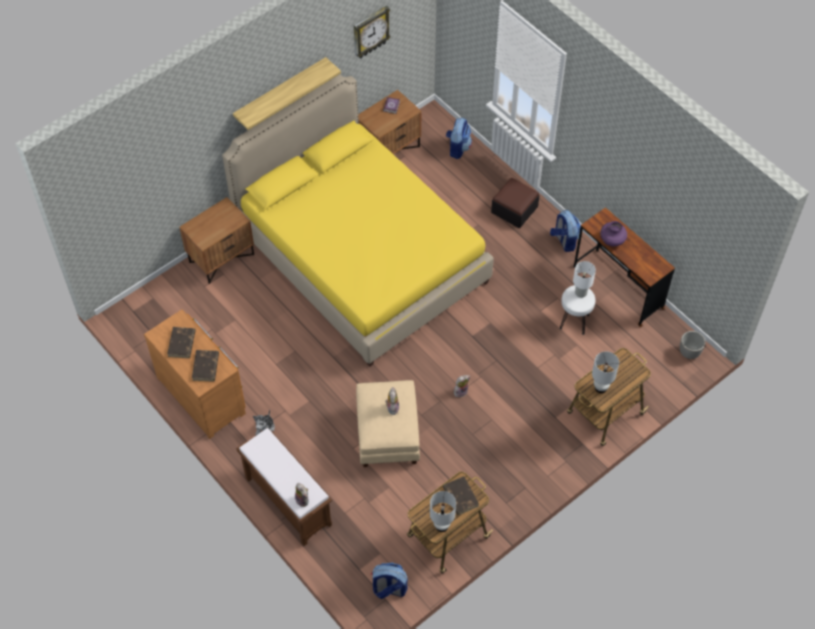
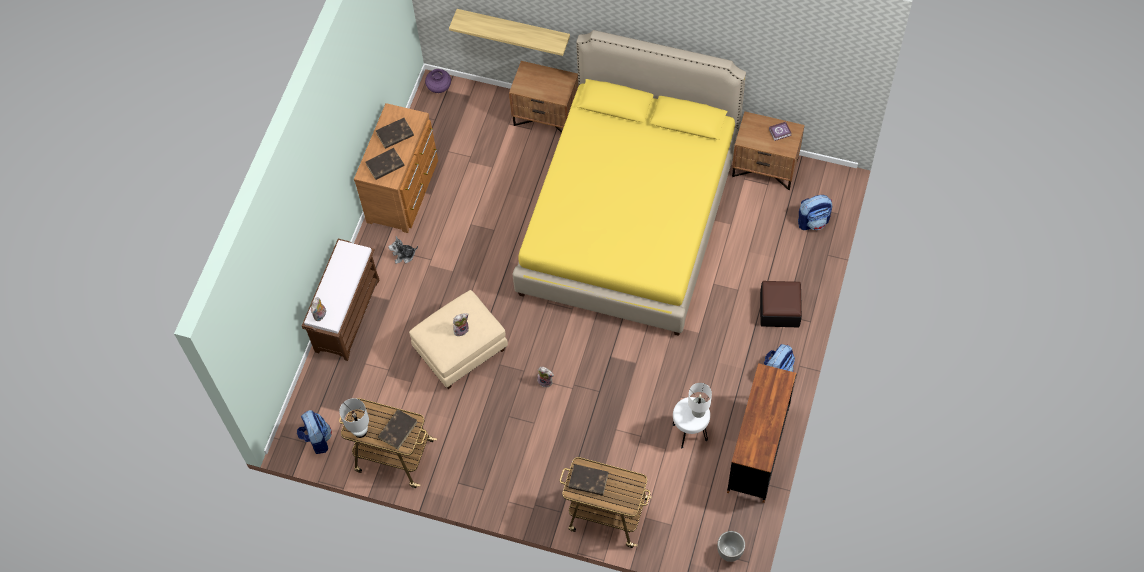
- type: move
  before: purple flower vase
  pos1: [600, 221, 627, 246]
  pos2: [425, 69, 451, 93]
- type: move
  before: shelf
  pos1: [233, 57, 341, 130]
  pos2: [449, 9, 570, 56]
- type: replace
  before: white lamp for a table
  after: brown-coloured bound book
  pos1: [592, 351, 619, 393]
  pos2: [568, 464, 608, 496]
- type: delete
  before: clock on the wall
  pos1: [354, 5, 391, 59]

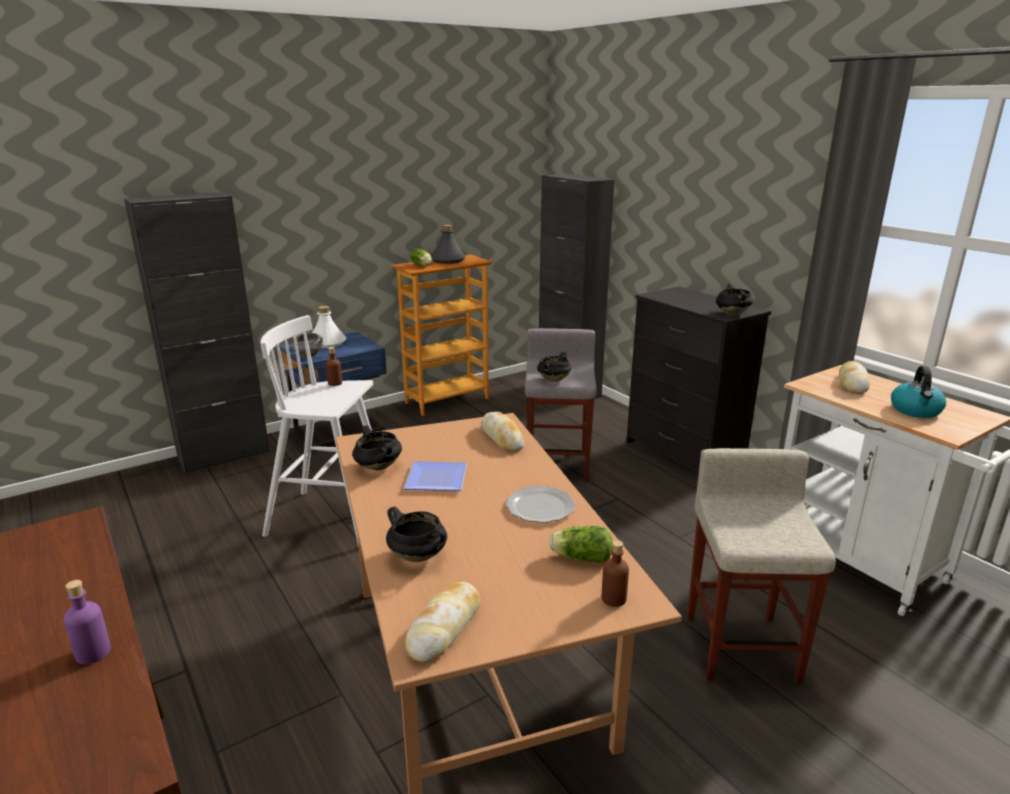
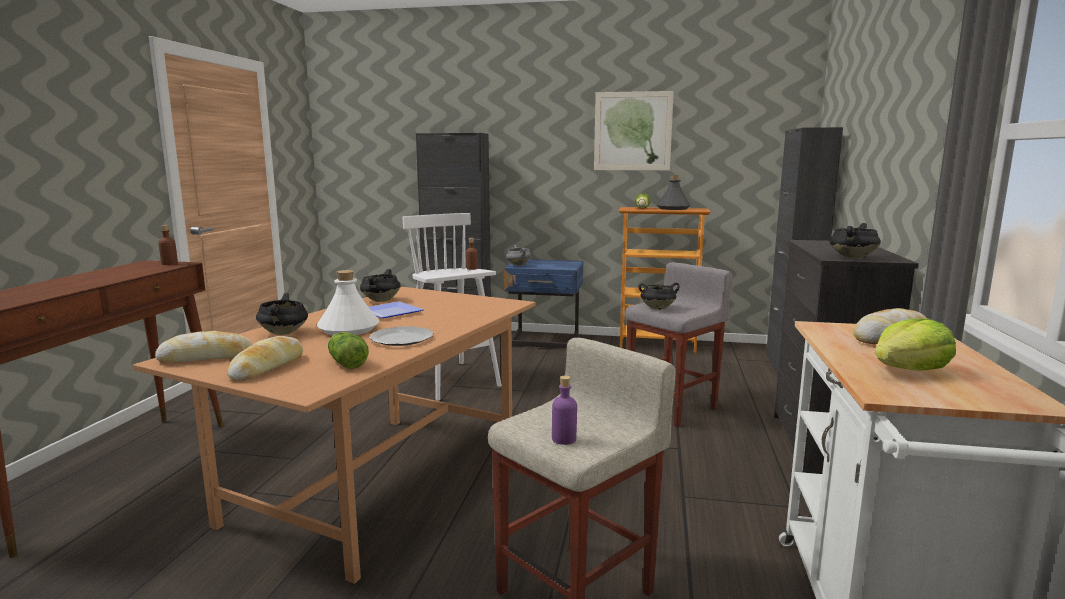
- type: move
  before: brown-coloured beverage bottle
  pos1: [602, 540, 629, 607]
  pos2: [158, 225, 178, 265]
- type: move
  before: bread
  pos1: [481, 412, 525, 451]
  pos2: [227, 336, 303, 381]
- type: move
  before: white beverage bottle
  pos1: [312, 306, 346, 348]
  pos2: [317, 270, 379, 335]
- type: move
  before: purple beverage bottle
  pos1: [64, 580, 111, 664]
  pos2: [552, 376, 577, 445]
- type: insert
  after: wall art
  pos2: [594, 91, 674, 170]
- type: replace
  before: tea kettle
  after: lettuce
  pos1: [891, 366, 946, 418]
  pos2: [875, 318, 956, 371]

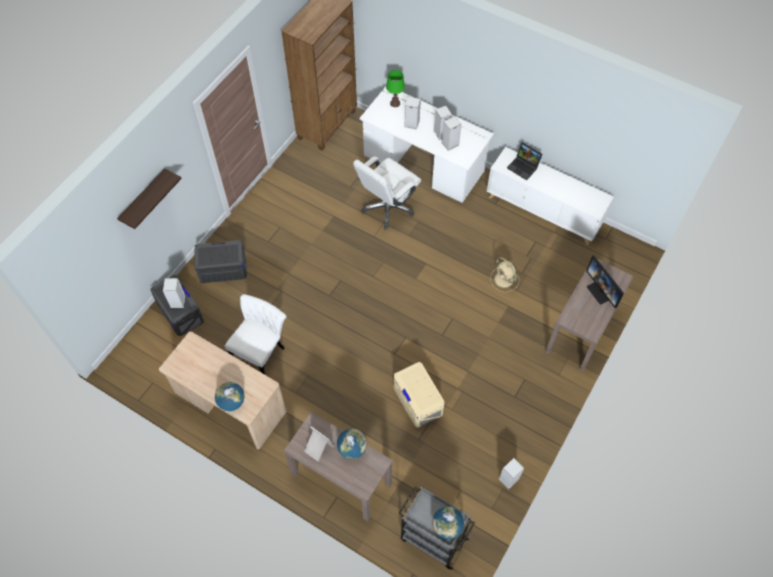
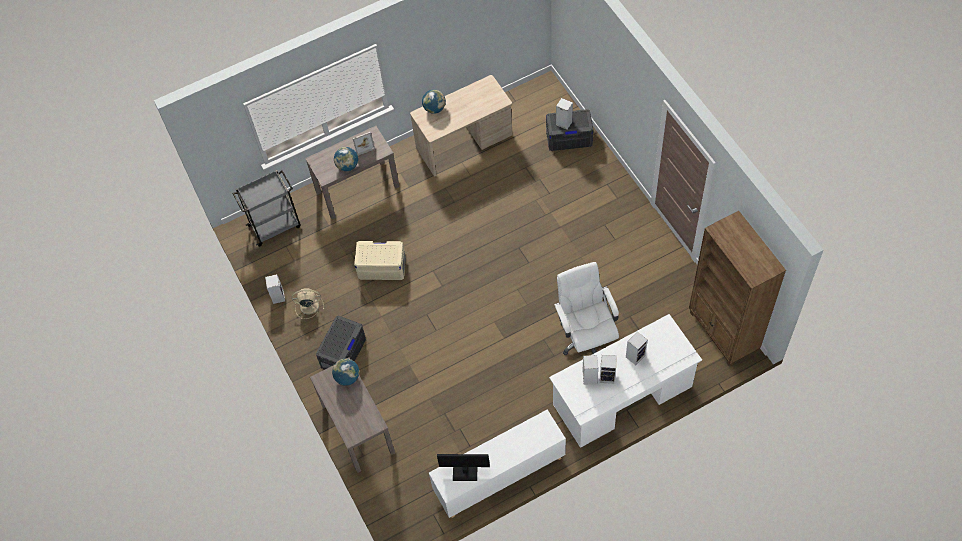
- type: move
  before: beige-coloured cooling fan
  pos1: [490, 257, 519, 293]
  pos2: [292, 288, 324, 319]
- type: move
  before: grey storage bin
  pos1: [195, 240, 247, 283]
  pos2: [316, 316, 366, 370]
- type: move
  before: desk globe
  pos1: [432, 506, 464, 539]
  pos2: [332, 359, 359, 386]
- type: move
  before: monitor
  pos1: [586, 255, 624, 308]
  pos2: [437, 454, 490, 481]
- type: delete
  before: shelf
  pos1: [117, 168, 182, 229]
- type: delete
  before: white upright chair
  pos1: [225, 294, 287, 374]
- type: delete
  before: greenish lamp for a table
  pos1: [386, 70, 405, 107]
- type: delete
  before: portable computer
  pos1: [507, 142, 542, 180]

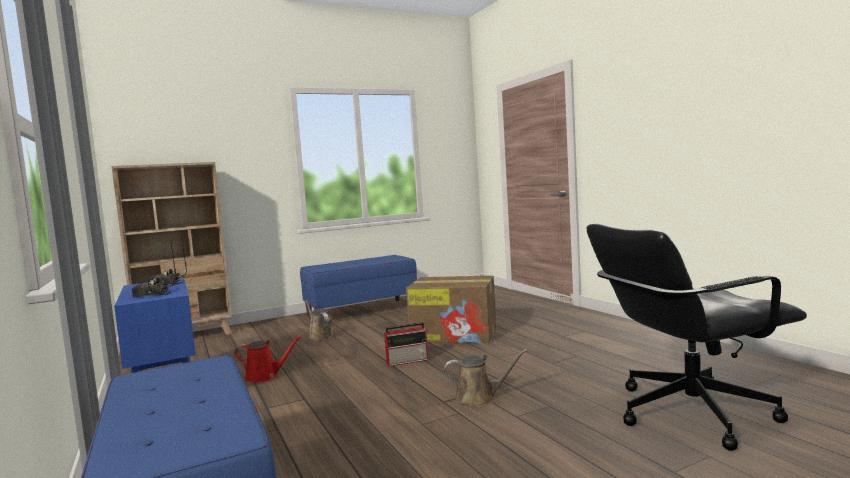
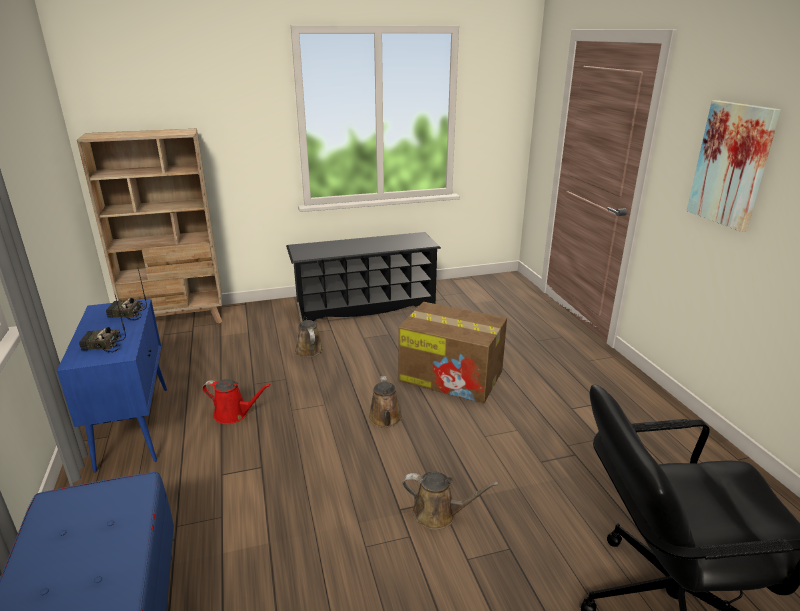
- type: replace
  before: bluish long seat
  after: black-coloured shoe shelf
  pos1: [300, 255, 417, 317]
  pos2: [286, 232, 441, 321]
- type: replace
  before: radio
  after: brown-coloured sprinkling can
  pos1: [384, 322, 428, 367]
  pos2: [369, 376, 402, 428]
- type: insert
  after: wall art
  pos2: [687, 100, 781, 232]

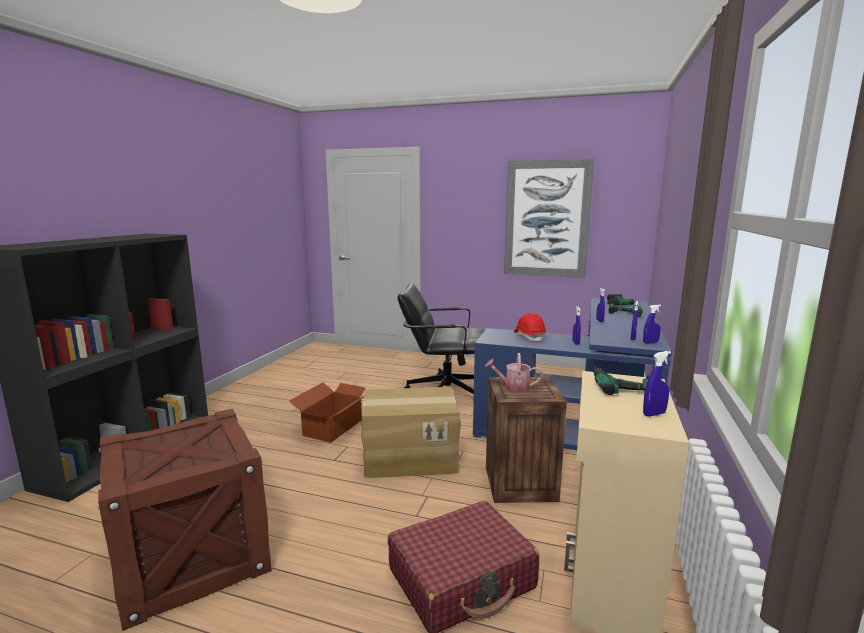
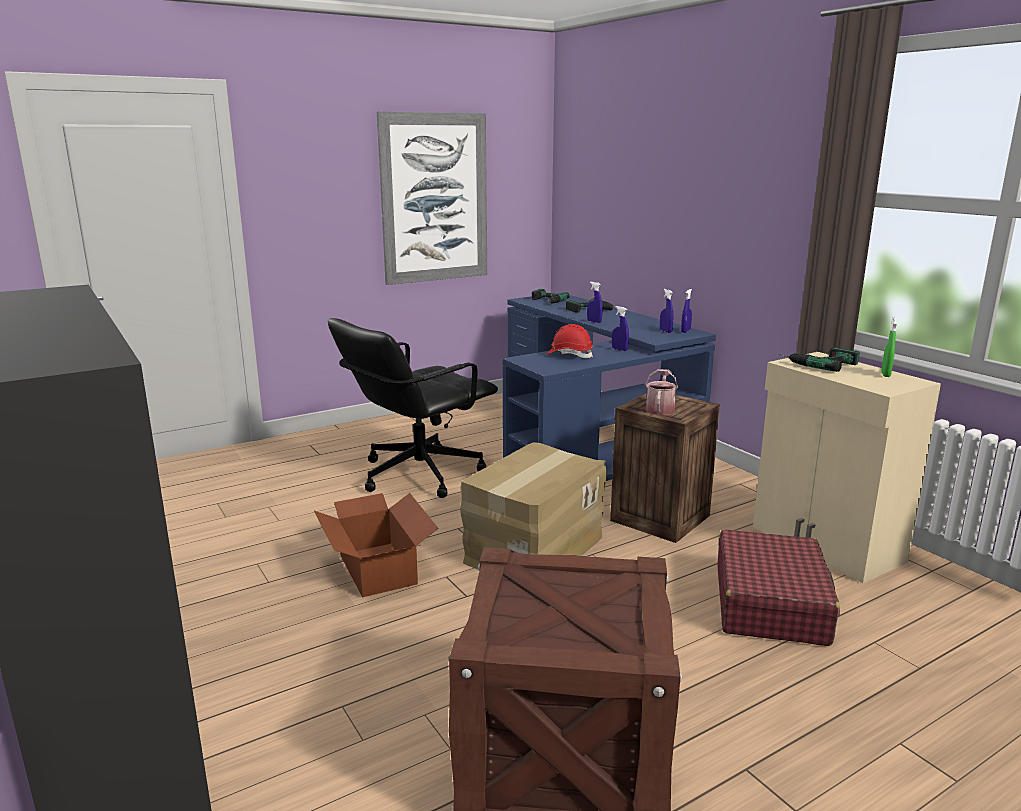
- type: rotate
  before: sprinkling can
  pos1: [485, 353, 543, 393]
  pos2: [645, 369, 678, 415]
  turn: 150
- type: recolor
  before: bluish sprayer
  after: greenish sprayer
  pos1: [643, 351, 671, 417]
  pos2: [881, 317, 897, 377]

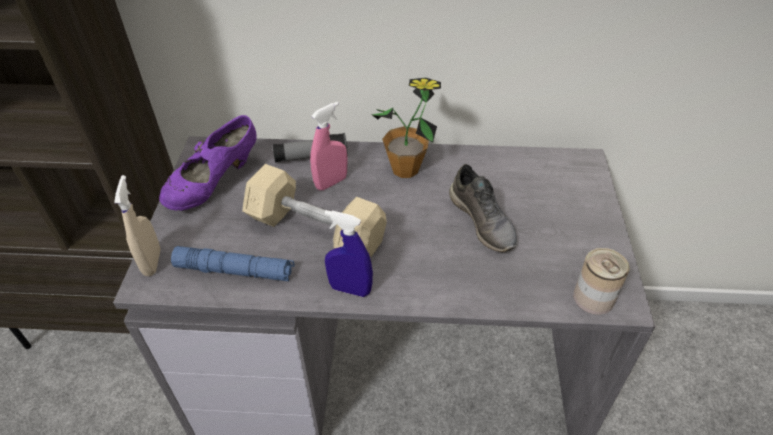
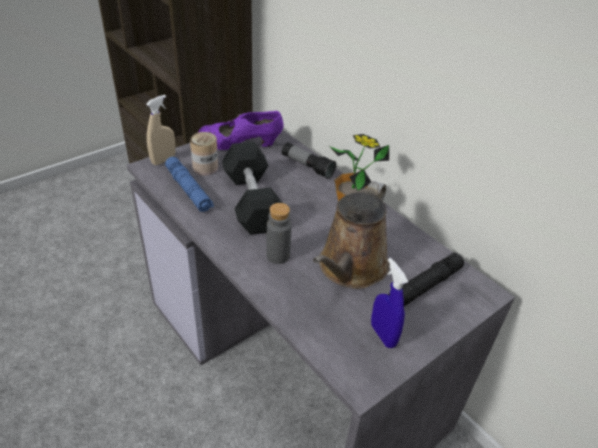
- type: move
  before: sealed can
  pos1: [573, 248, 630, 315]
  pos2: [190, 132, 218, 176]
- type: recolor
  before: beige-coloured hand weight
  after: black-coloured hand weight
  pos1: [242, 164, 387, 257]
  pos2: [222, 142, 282, 235]
- type: insert
  after: grey beverage bottle
  pos2: [266, 203, 292, 264]
- type: replace
  before: grey low shoe
  after: brown-coloured sprinkling can
  pos1: [449, 164, 517, 252]
  pos2: [313, 181, 390, 289]
- type: move
  before: bluish sprayer
  pos1: [325, 210, 373, 297]
  pos2: [371, 258, 408, 348]
- type: insert
  after: black-coloured torch
  pos2: [388, 253, 464, 306]
- type: delete
  before: pink sprayer
  pos1: [310, 102, 347, 190]

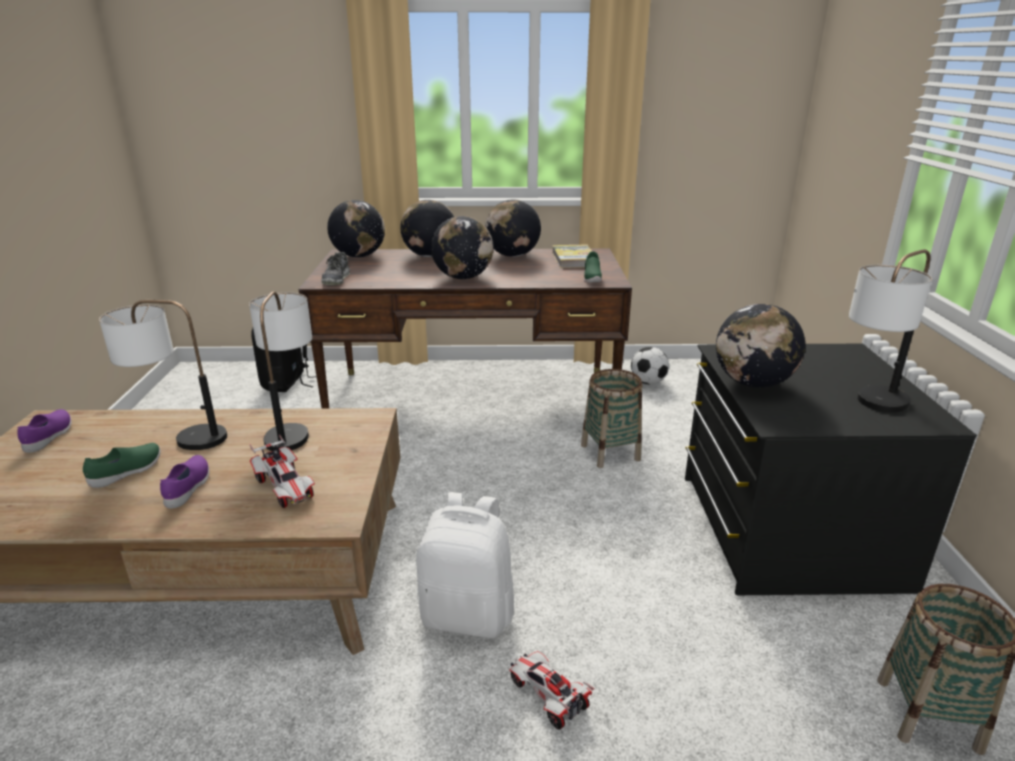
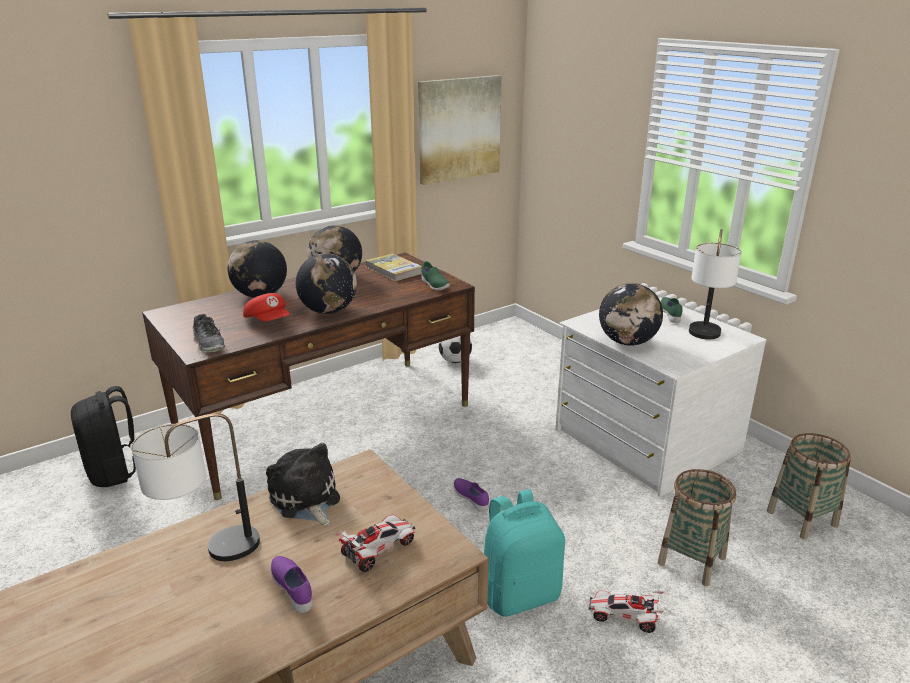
- type: insert
  after: red peaked cap
  pos2: [243, 293, 290, 321]
- type: replace
  before: lamp for a table
  after: soft toy
  pos1: [249, 291, 312, 451]
  pos2: [266, 443, 340, 526]
- type: rotate
  before: toy car
  pos1: [250, 434, 315, 508]
  pos2: [335, 515, 416, 572]
  turn: -60
- type: insert
  after: wall art
  pos2: [418, 75, 502, 185]
- type: move
  before: purple low shoe
  pos1: [17, 409, 72, 453]
  pos2: [454, 478, 489, 512]
- type: recolor
  before: white knapsack
  after: turquoise-coloured knapsack
  pos1: [416, 492, 514, 638]
  pos2: [484, 489, 565, 617]
- type: recolor
  before: black-coloured drawer chest
  after: white drawer chest
  pos1: [685, 344, 977, 595]
  pos2: [556, 296, 767, 497]
- type: move
  before: basket
  pos1: [581, 369, 642, 468]
  pos2: [658, 469, 736, 586]
- type: move
  before: greenish low shoe
  pos1: [83, 443, 161, 488]
  pos2: [661, 297, 683, 323]
- type: delete
  before: desk globe
  pos1: [327, 200, 385, 257]

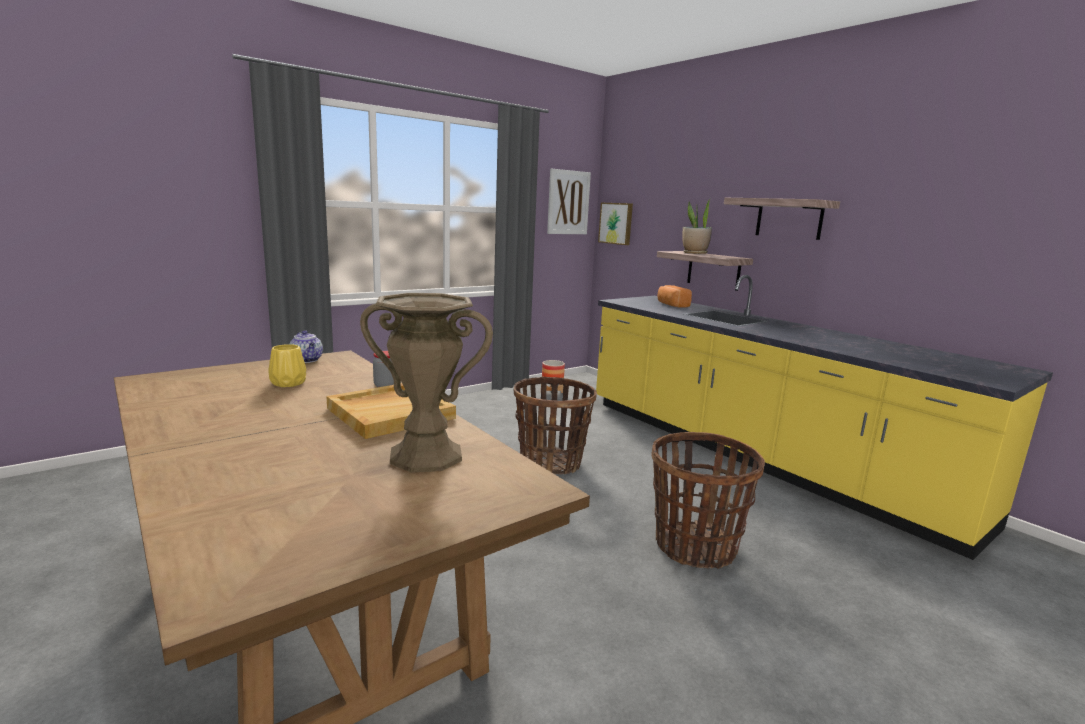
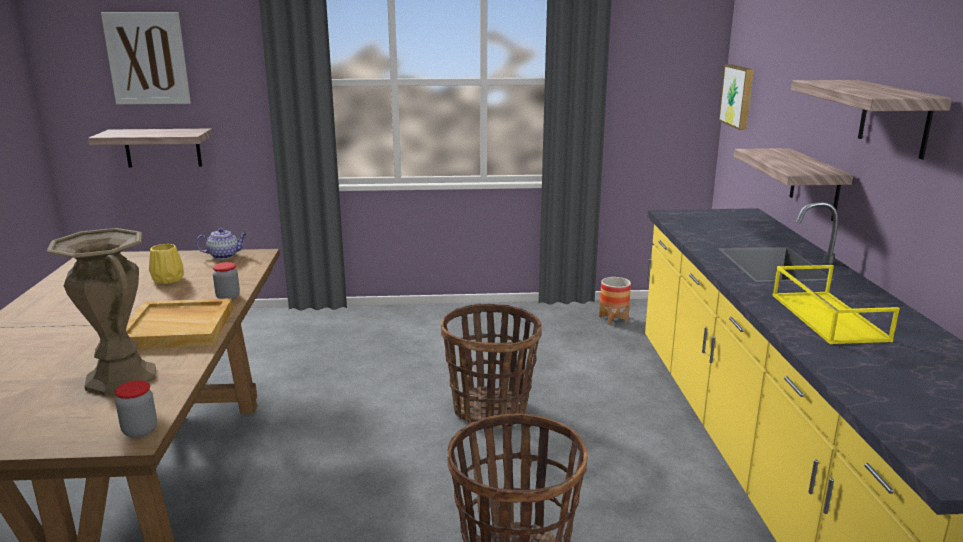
- type: insert
  after: shelf
  pos2: [88, 129, 213, 167]
- type: move
  before: wall art
  pos1: [547, 169, 591, 234]
  pos2: [101, 12, 191, 104]
- type: insert
  after: storage jar
  pos2: [115, 381, 157, 438]
- type: rotate
  before: teapot
  pos1: [290, 330, 323, 363]
  pos2: [196, 228, 247, 259]
  turn: -105
- type: insert
  after: yellow tray
  pos2: [773, 265, 900, 344]
- type: delete
  before: bread
  pos1: [658, 285, 692, 308]
- type: delete
  before: plant in a pot
  pos1: [682, 199, 712, 254]

